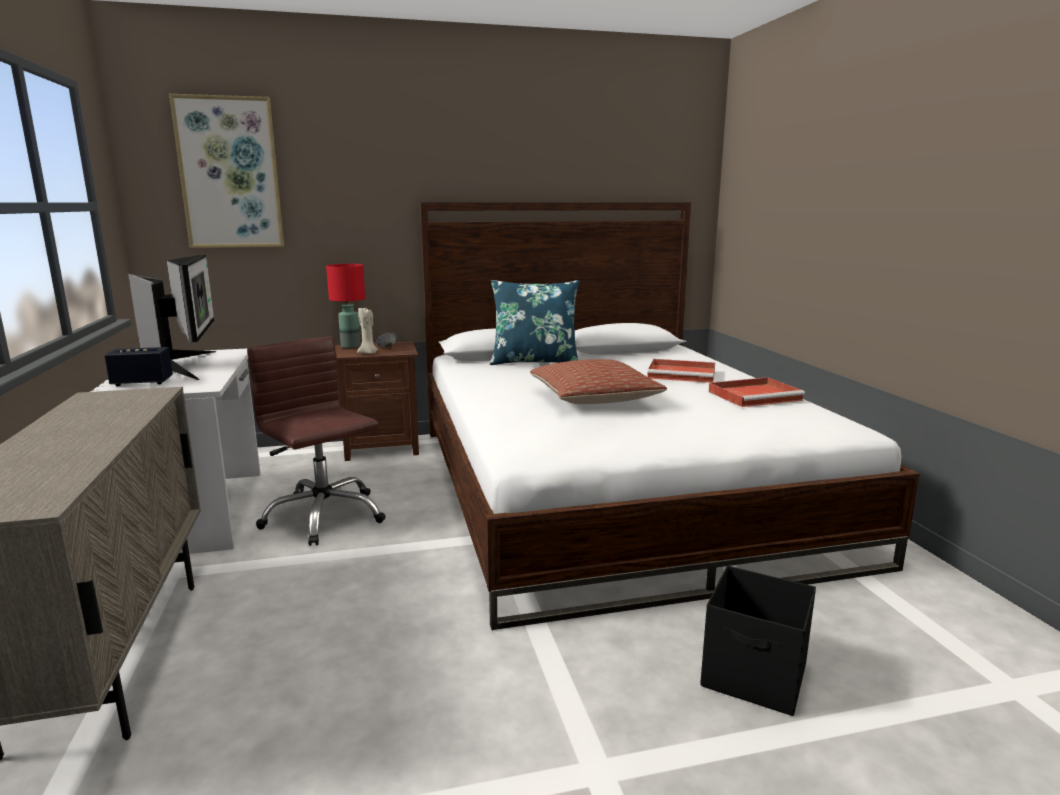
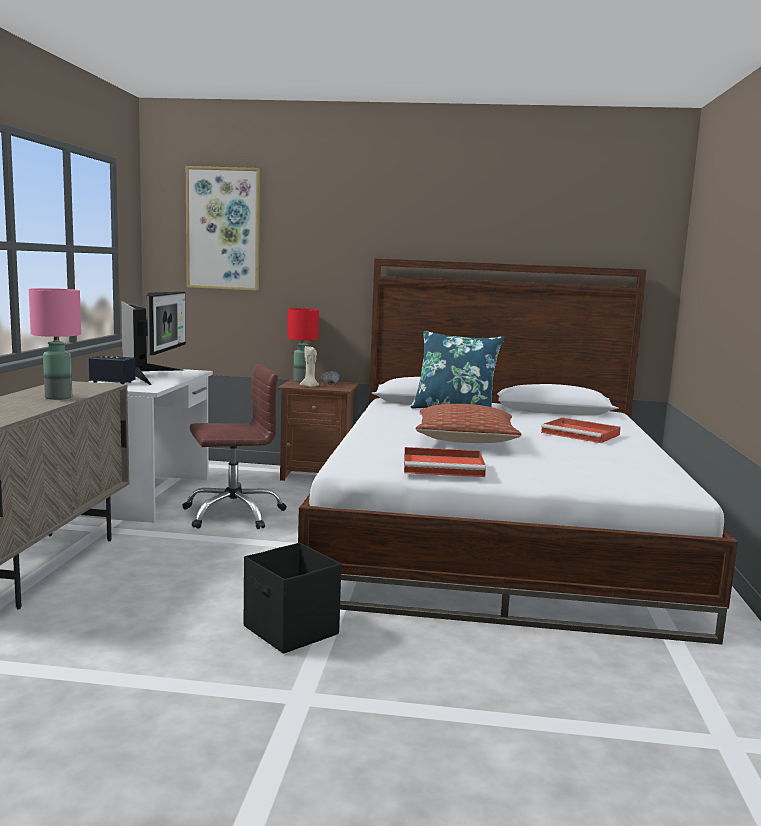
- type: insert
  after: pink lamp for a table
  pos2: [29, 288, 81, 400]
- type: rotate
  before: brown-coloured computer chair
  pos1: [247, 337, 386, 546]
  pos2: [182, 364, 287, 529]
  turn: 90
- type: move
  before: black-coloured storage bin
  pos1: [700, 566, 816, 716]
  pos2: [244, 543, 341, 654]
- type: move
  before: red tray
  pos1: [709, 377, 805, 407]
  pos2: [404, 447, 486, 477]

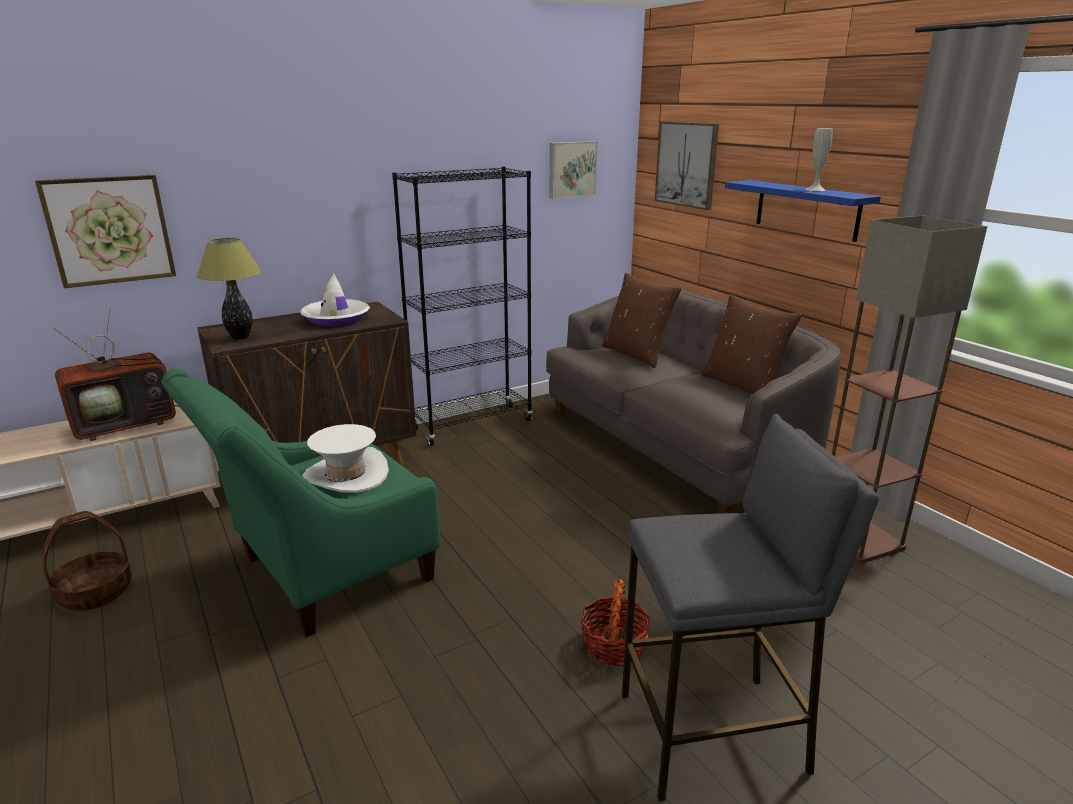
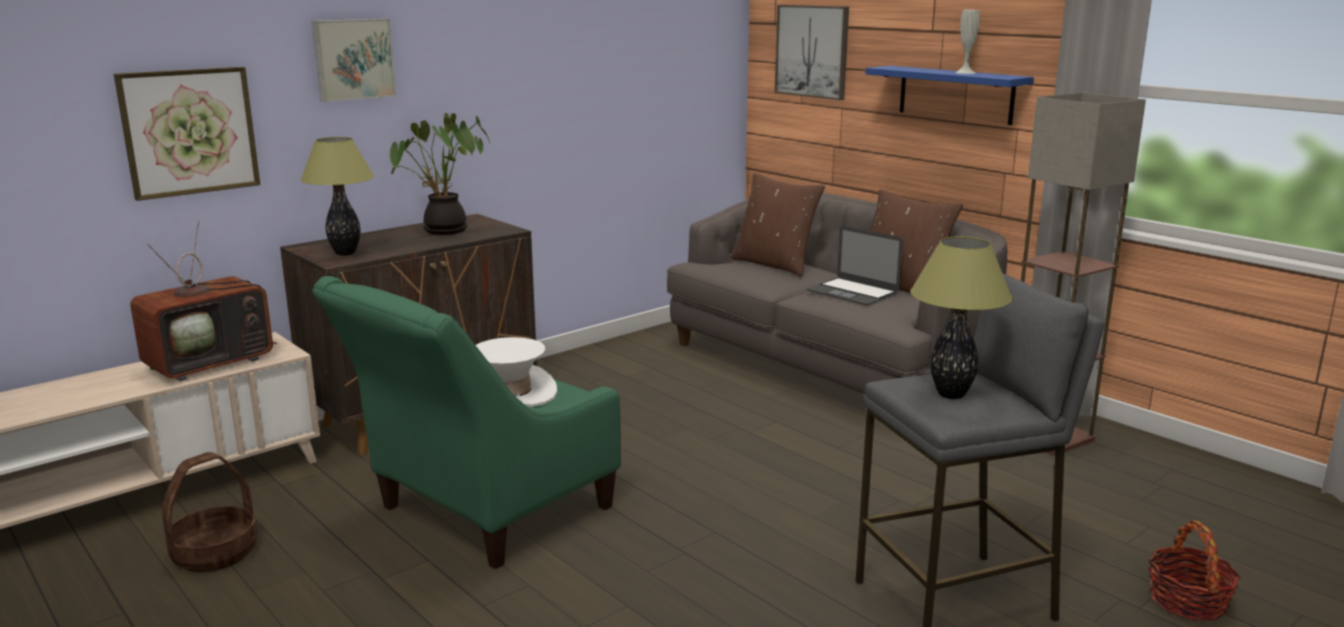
- type: move
  before: wall art
  pos1: [549, 141, 598, 199]
  pos2: [312, 19, 396, 102]
- type: replace
  before: white wearable hat
  after: plant in a pot
  pos1: [300, 274, 370, 326]
  pos2: [390, 113, 490, 235]
- type: insert
  after: portable computer
  pos2: [806, 226, 903, 305]
- type: insert
  after: lamp for a table
  pos2: [910, 237, 1012, 399]
- type: move
  before: basket
  pos1: [580, 579, 651, 666]
  pos2: [1148, 520, 1241, 621]
- type: delete
  before: black-coloured shelving unit
  pos1: [392, 167, 533, 446]

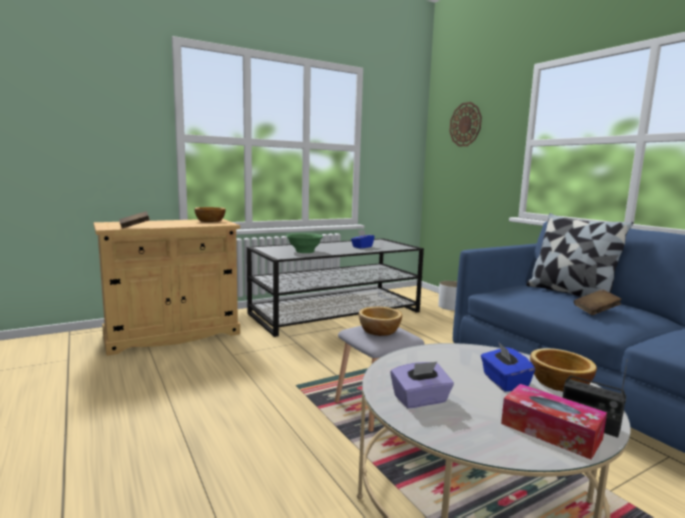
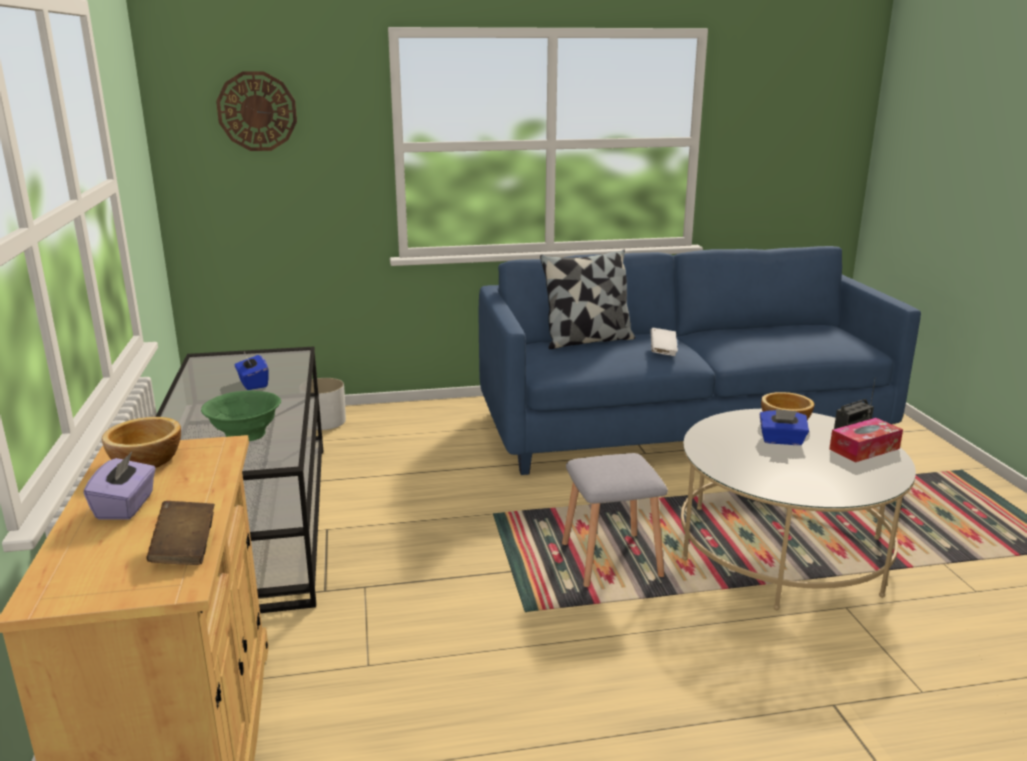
- type: move
  before: purple tissue box
  pos1: [391, 362, 454, 408]
  pos2: [84, 452, 156, 520]
- type: recolor
  before: brown-coloured bound book
  after: white bound book
  pos1: [574, 289, 622, 315]
  pos2: [650, 328, 678, 356]
- type: delete
  before: serving bowl
  pos1: [359, 307, 402, 336]

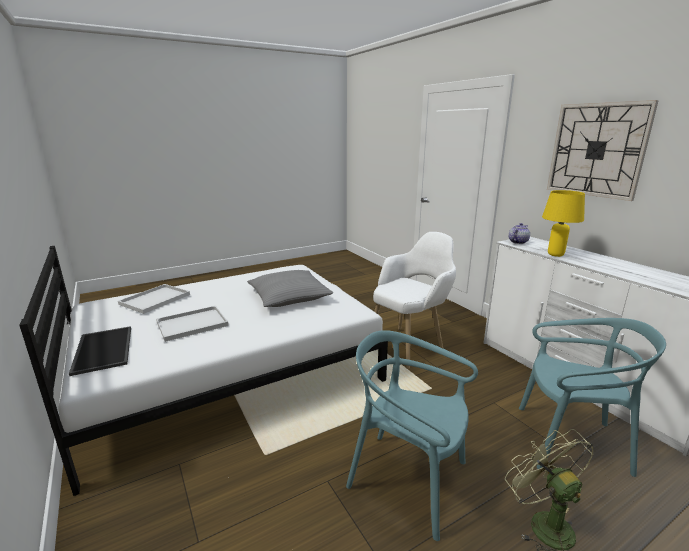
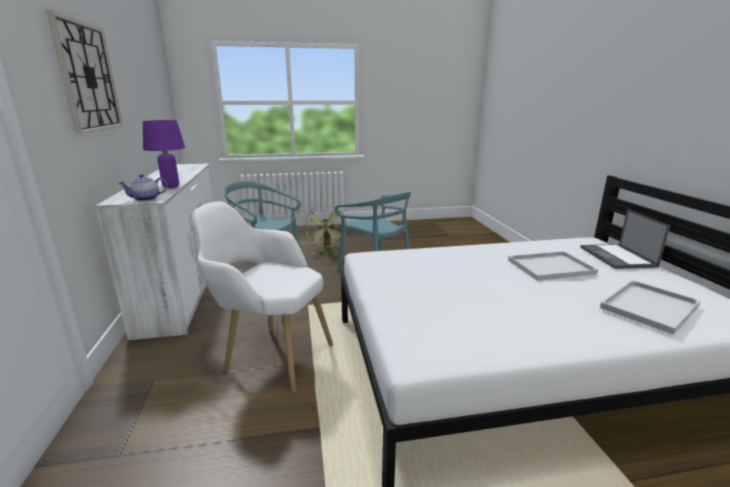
- type: recolor
  before: yellow lamp for a table
  after: purple lamp for a table
  pos1: [542, 190, 585, 257]
  pos2: [143, 120, 185, 188]
- type: rotate
  before: white armchair
  pos1: [373, 232, 456, 369]
  pos2: [192, 201, 333, 393]
  turn: 45
- type: replace
  before: tray
  after: portable computer
  pos1: [69, 326, 131, 376]
  pos2: [580, 209, 670, 269]
- type: delete
  before: grey throw pillow
  pos1: [247, 270, 333, 307]

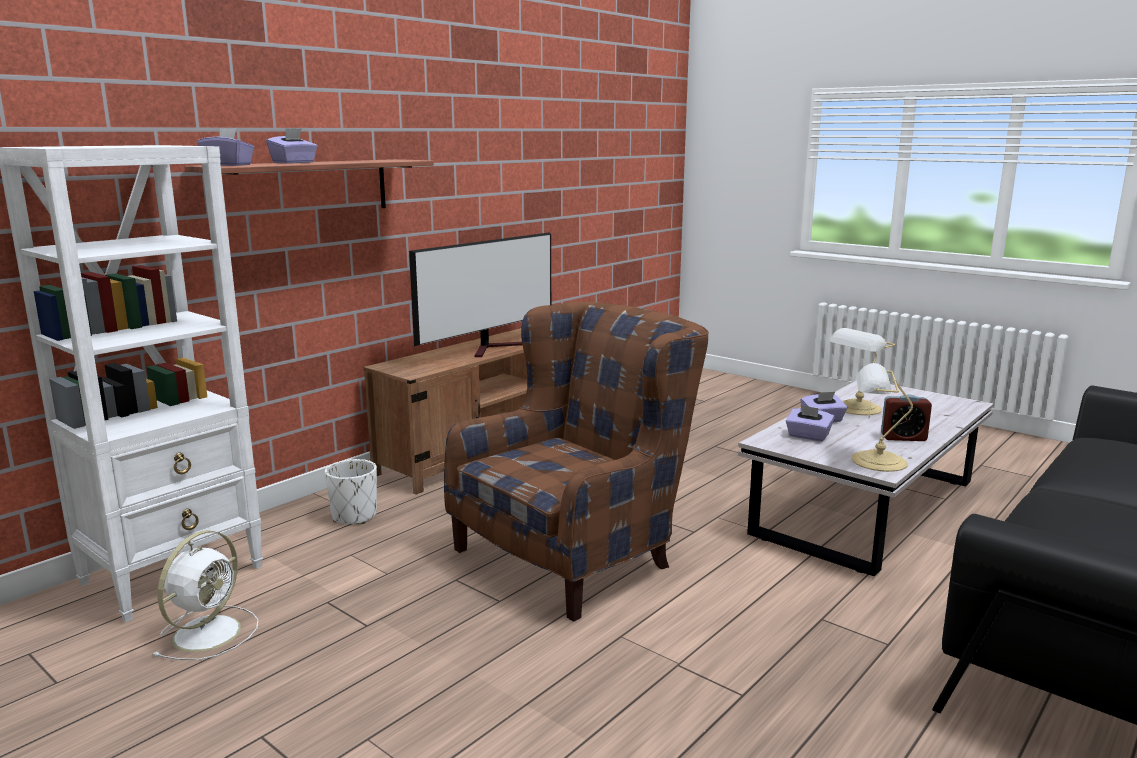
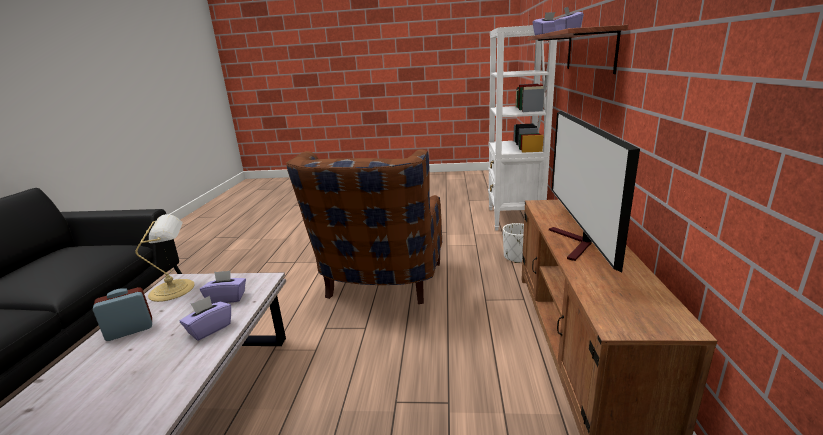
- type: delete
  before: white cooling fan
  pos1: [152, 530, 258, 660]
- type: delete
  before: lamp for a table
  pos1: [829, 328, 896, 415]

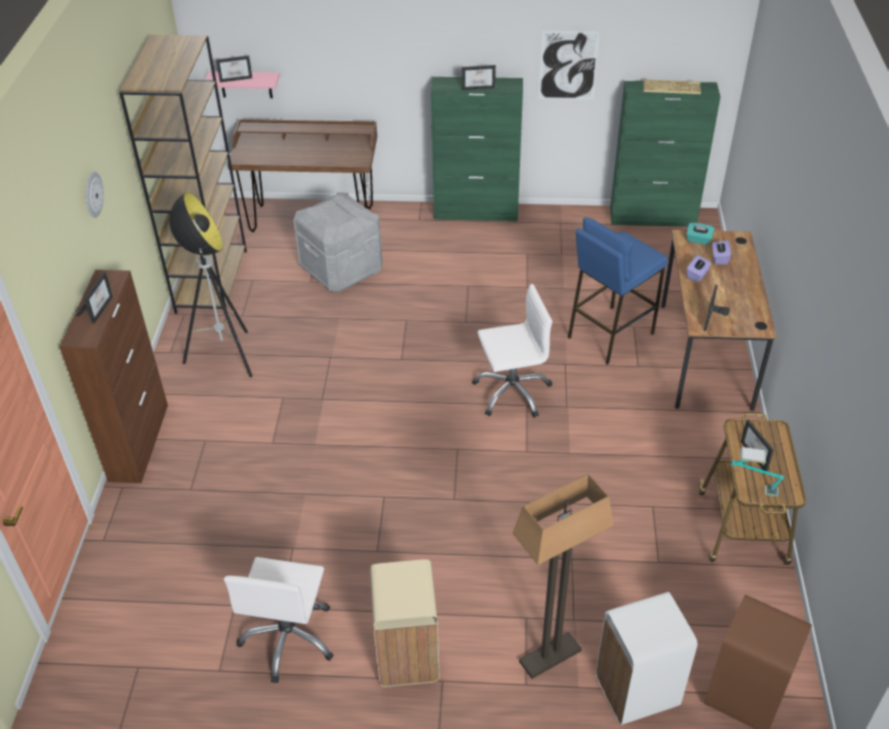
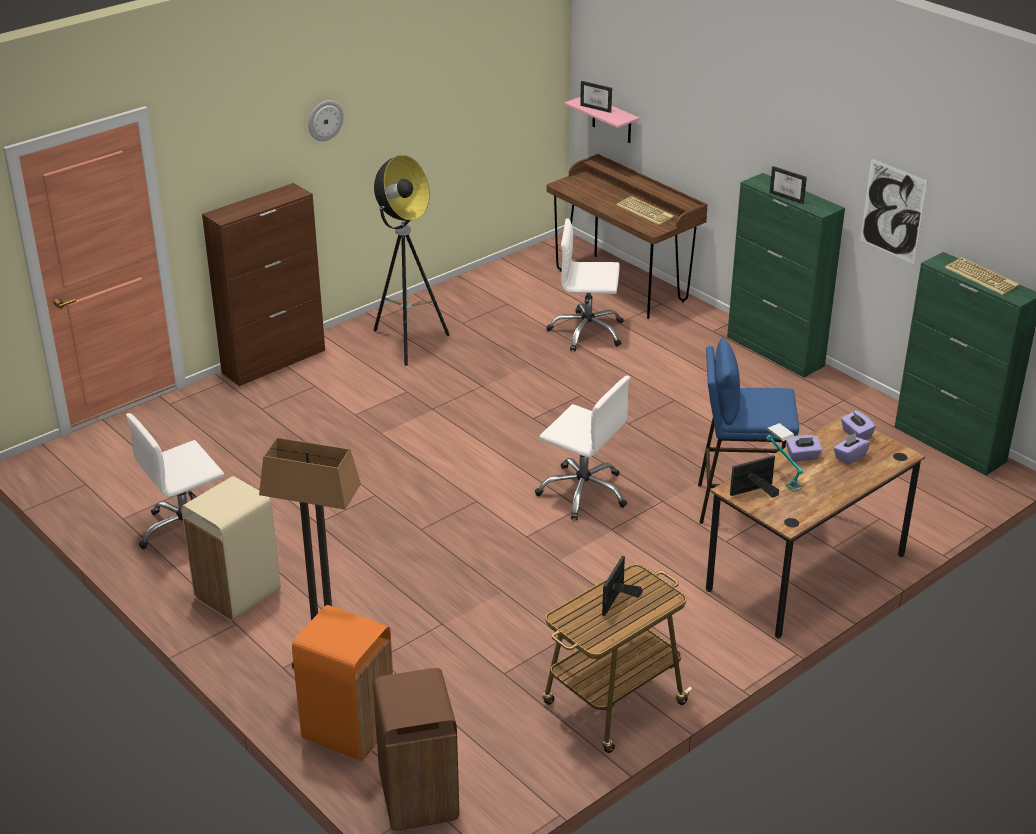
- type: recolor
  before: white waste bin
  after: orange-coloured waste bin
  pos1: [596, 592, 697, 725]
  pos2: [292, 605, 393, 762]
- type: replace
  before: grey storage bin
  after: white computer chair
  pos1: [294, 192, 383, 292]
  pos2: [546, 218, 623, 351]
- type: insert
  after: keyboard
  pos2: [617, 196, 674, 225]
- type: move
  before: lamp for a table
  pos1: [731, 447, 784, 497]
  pos2: [766, 423, 803, 492]
- type: recolor
  before: turquoise-coloured tissue box
  after: purple tissue box
  pos1: [686, 223, 714, 245]
  pos2: [841, 410, 876, 440]
- type: delete
  before: picture frame
  pos1: [76, 272, 113, 324]
- type: delete
  before: brown-coloured shelving unit
  pos1: [119, 35, 247, 314]

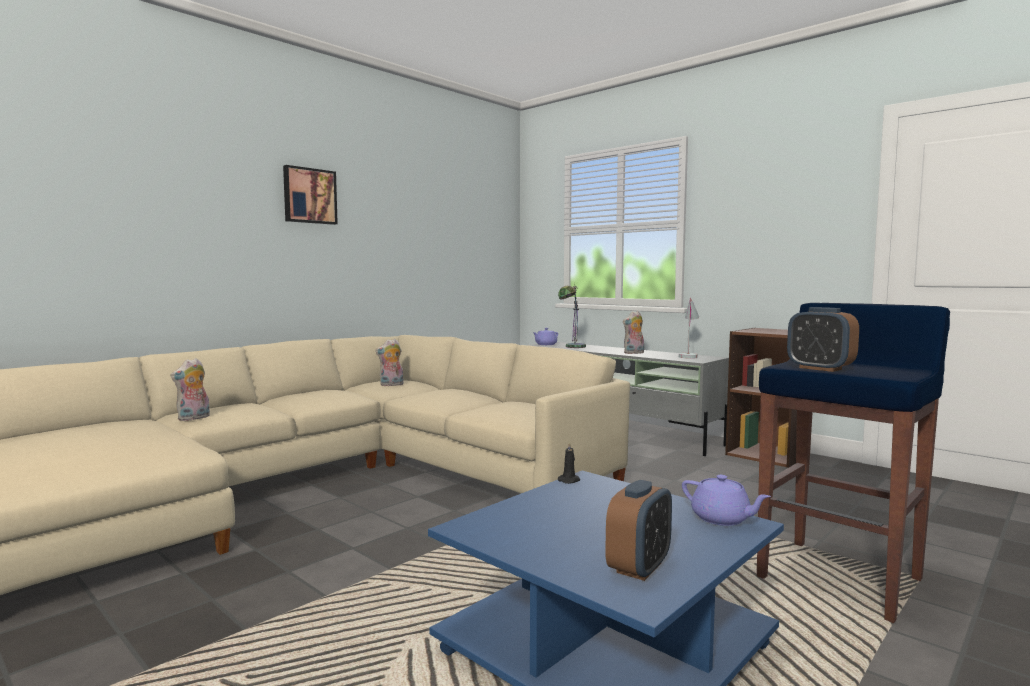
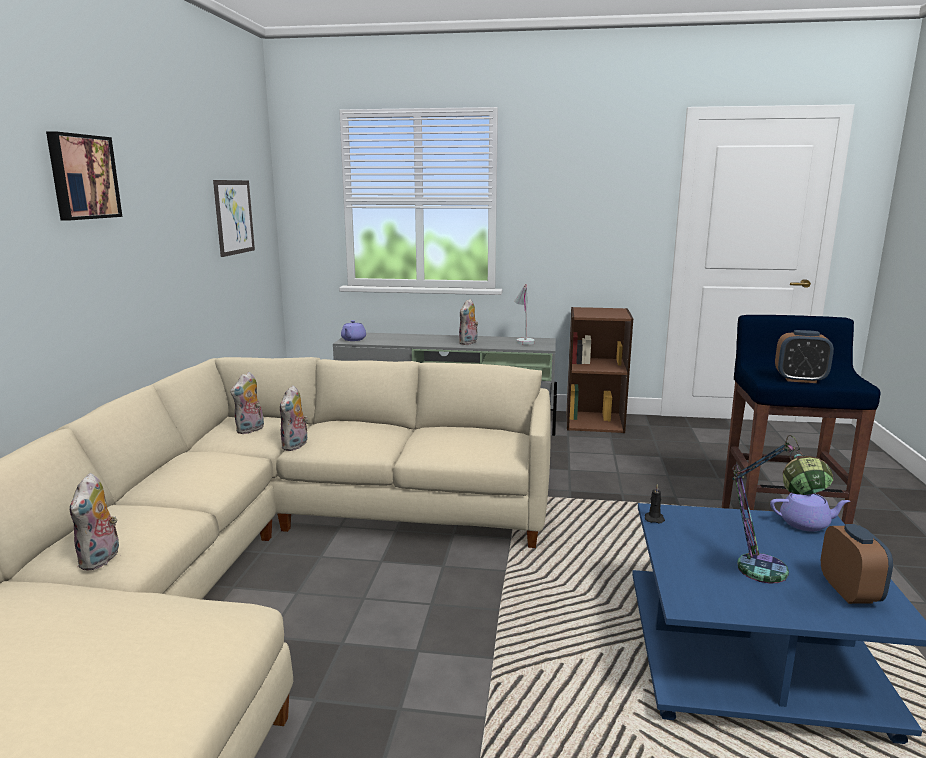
- type: insert
  after: wall art
  pos2: [213, 180, 255, 257]
- type: insert
  after: soft toy
  pos2: [280, 385, 308, 451]
- type: move
  before: lamp for a table
  pos1: [558, 282, 586, 348]
  pos2: [732, 435, 833, 584]

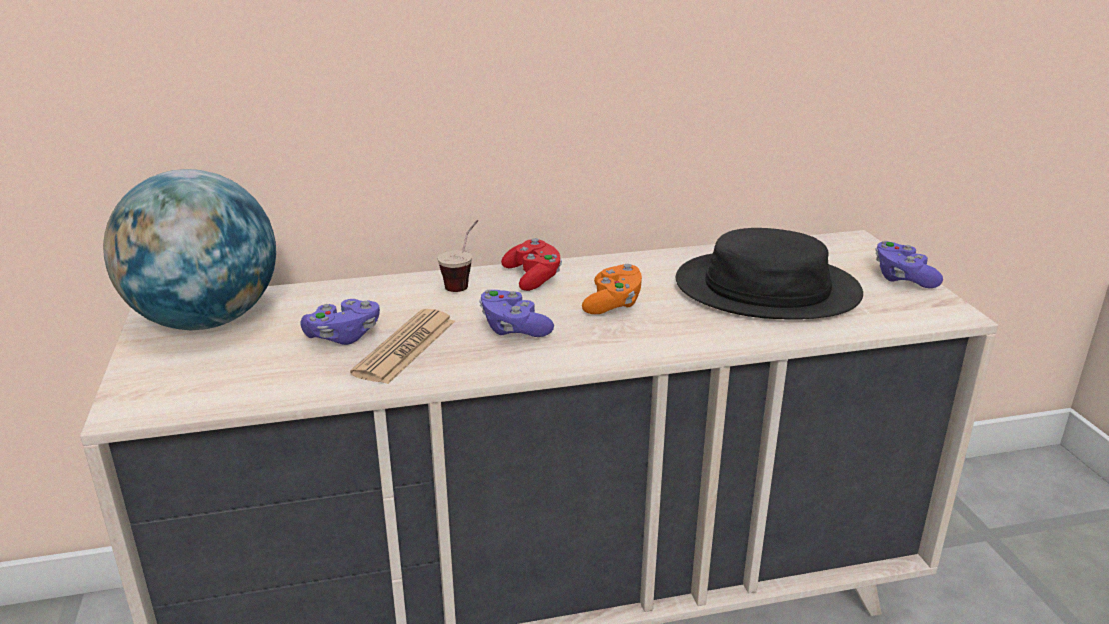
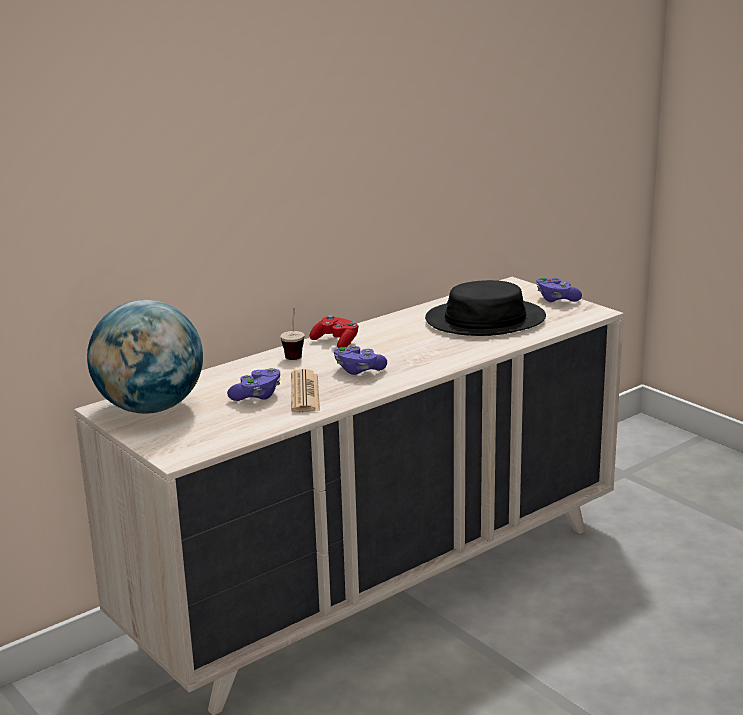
- type: delete
  before: orange-coloured joypad
  pos1: [582, 264, 642, 314]

